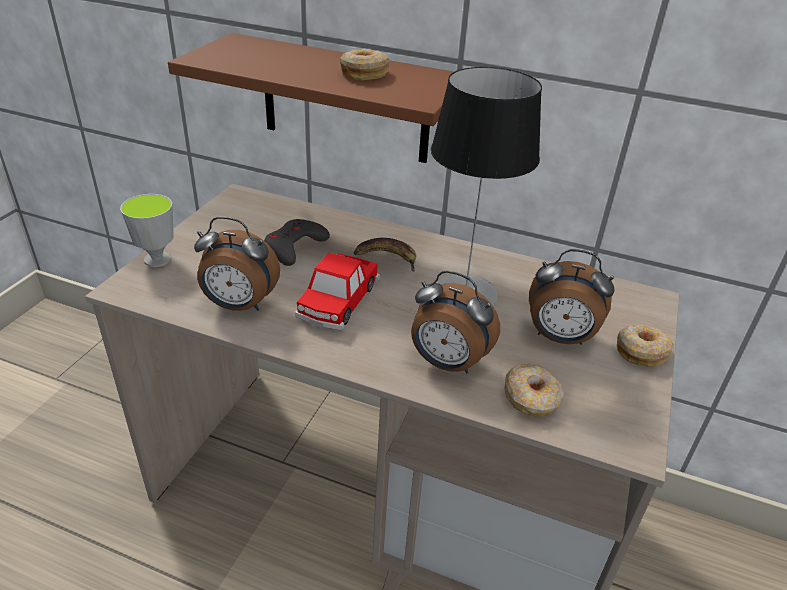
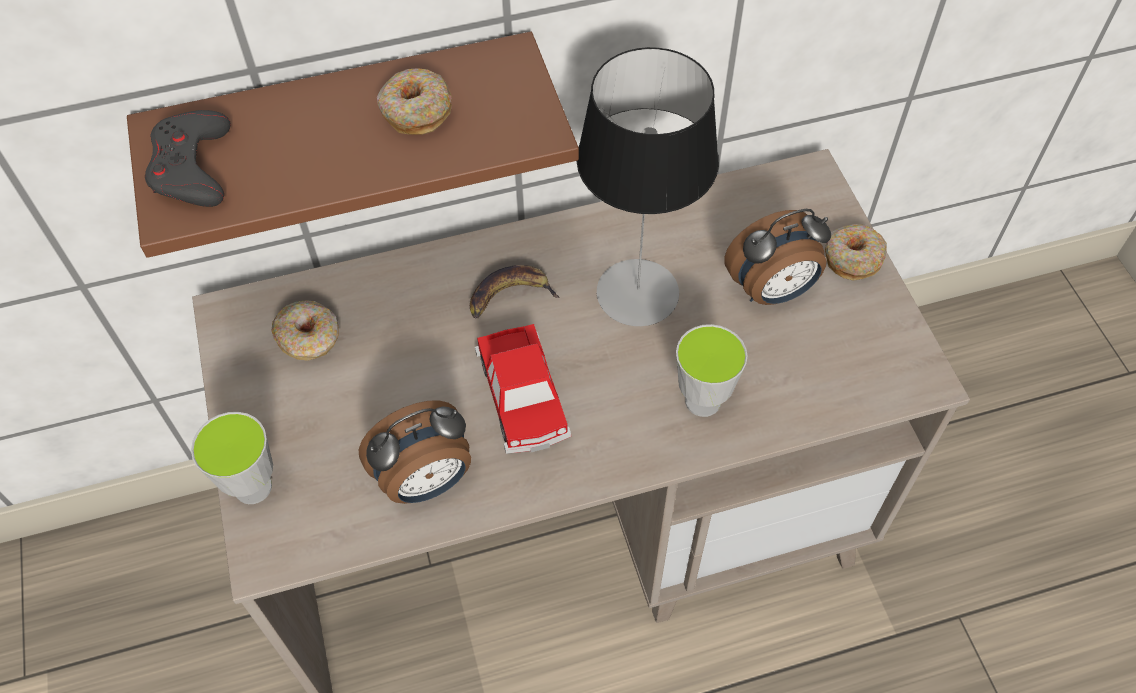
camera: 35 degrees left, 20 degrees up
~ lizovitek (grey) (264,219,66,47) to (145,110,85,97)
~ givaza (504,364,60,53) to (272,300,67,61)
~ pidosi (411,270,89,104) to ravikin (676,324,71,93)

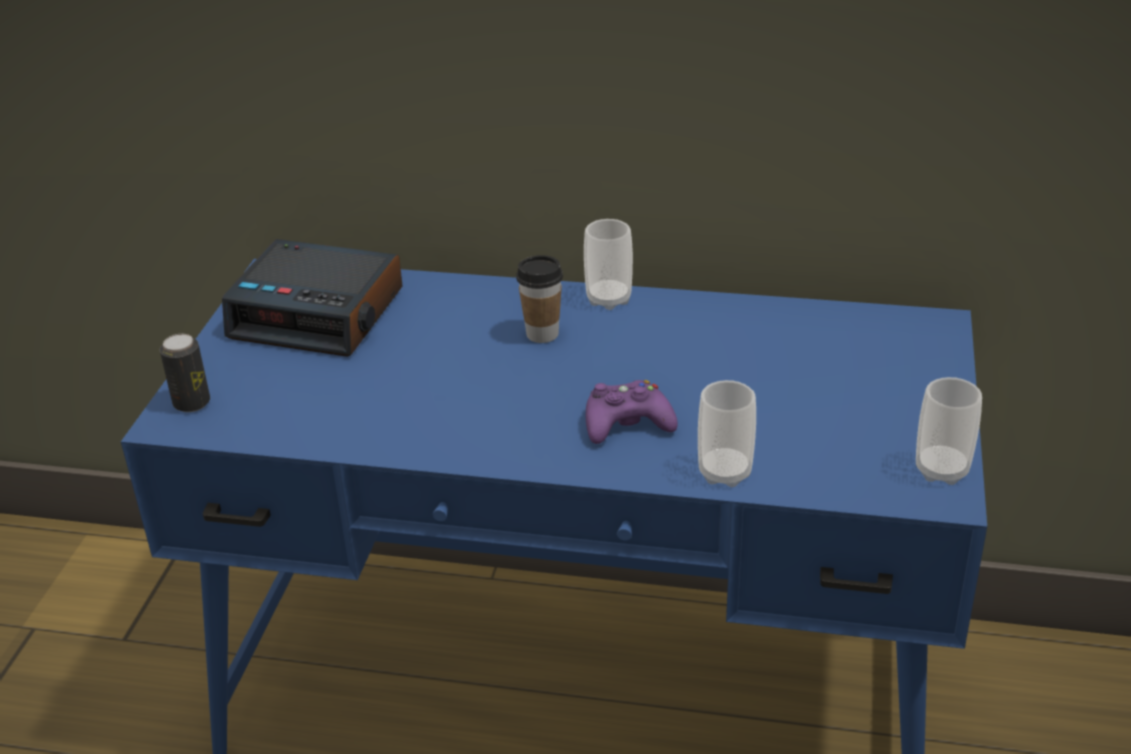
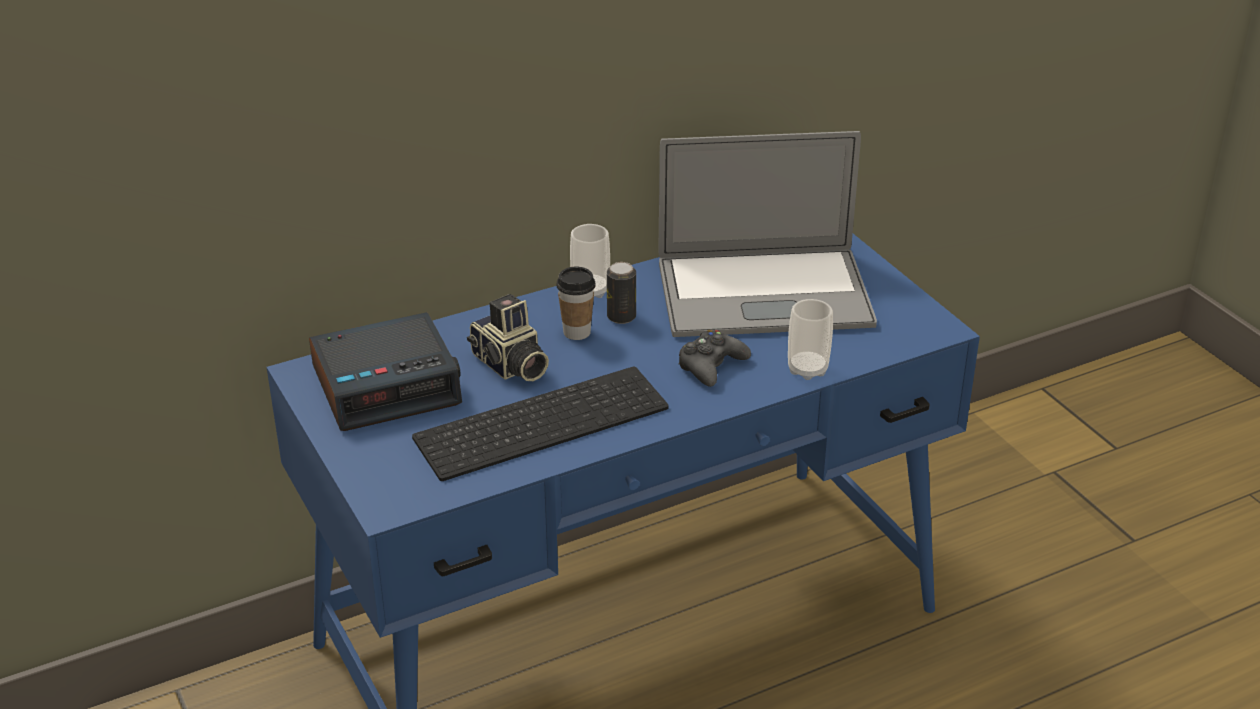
camera: 40 degrees left, 0 degrees up
- ravikin (916,377,66,108)
+ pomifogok (412,366,257,115)
+ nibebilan (467,294,82,87)
+ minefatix (658,131,219,206)
~ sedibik (160,334,50,78) to (607,262,29,62)
~ lizovitek (purple) (586,380,92,64) to lizovitek (black) (678,330,73,57)

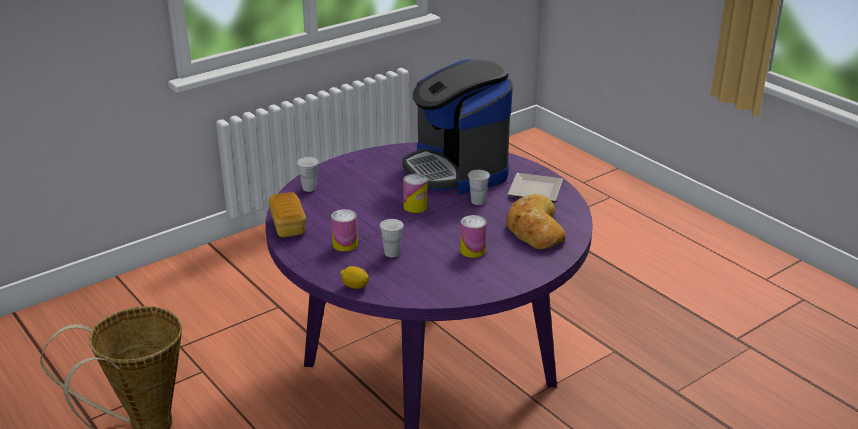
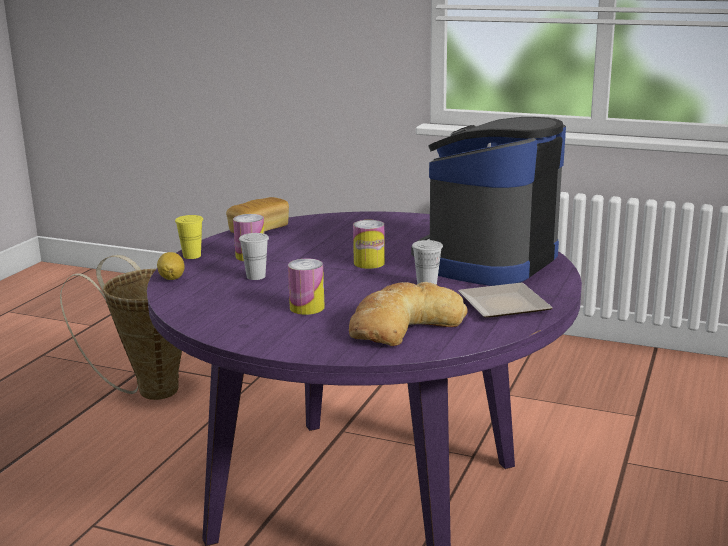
camera: 60 degrees right, 10 degrees down
- ravikin (white) (297,157,22,35)
+ ravikin (yellow) (175,215,28,44)

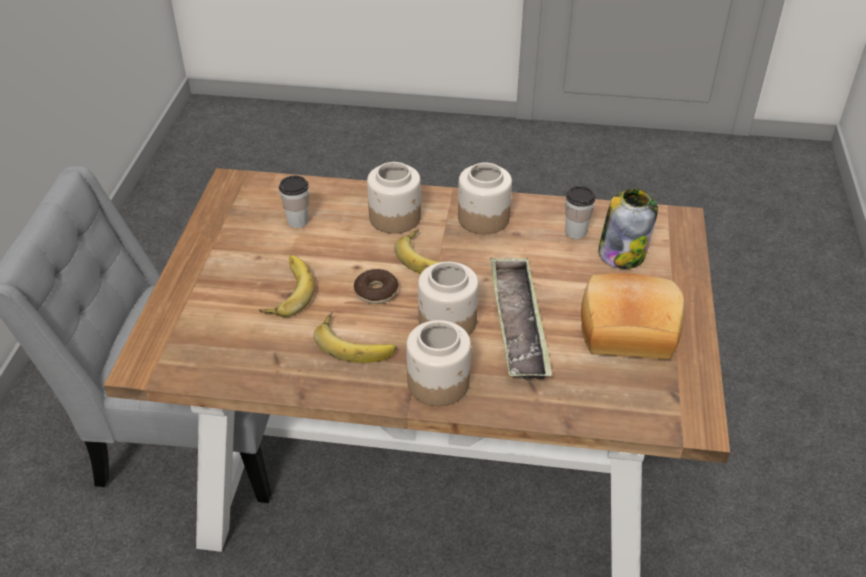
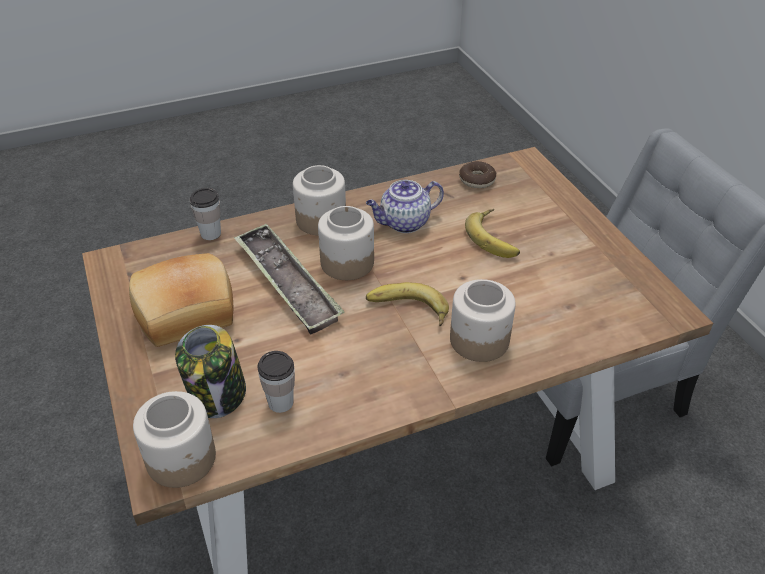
camera: 150 degrees right, 0 degrees up
~ ravikin (279,176,30,52) to (190,188,31,52)
~ givaza (354,269,44,35) to (459,161,38,27)
~ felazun (458,163,54,71) to (133,391,83,97)
~ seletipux (314,312,82,51) to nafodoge (366,180,78,53)

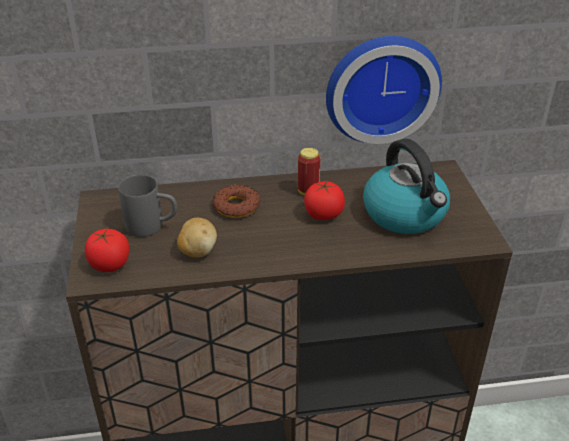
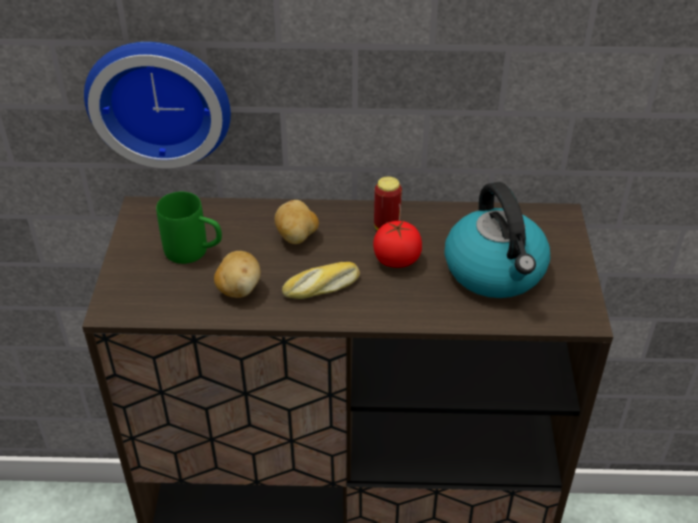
camera: 10 degrees right, 5 degrees up
- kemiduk (85,229,44,43)
+ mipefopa (282,262,78,37)
~ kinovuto (326,36,116,108) to (84,42,147,126)
~ givaza (212,185,48,33) to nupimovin (275,200,44,44)
~ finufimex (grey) (118,175,59,62) to finufimex (green) (156,192,66,72)

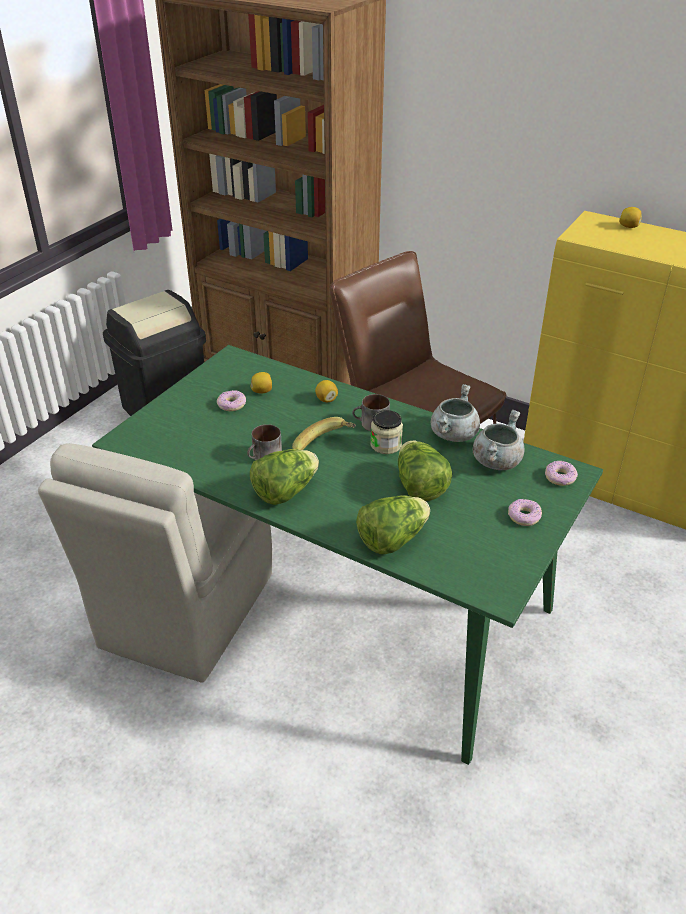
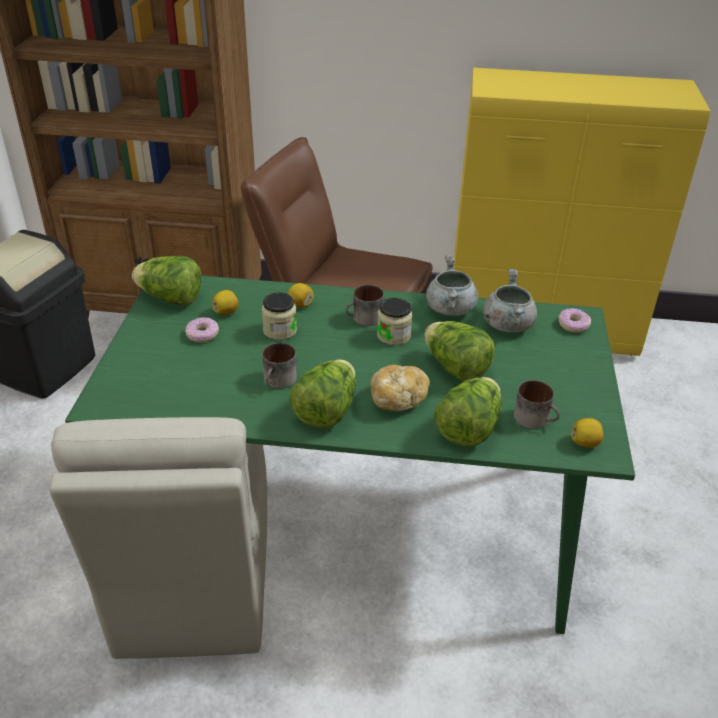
camera: 25 degrees left, 0 degrees up
- seletipux (292,417,64,33)
- givaza (508,499,34,27)
+ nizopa (132,256,69,50)
+ felazun (262,292,35,48)
+ mipefopa (371,365,59,46)
+ finufimex (514,380,46,49)
~ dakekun (619,207,23,21) to (571,418,32,30)

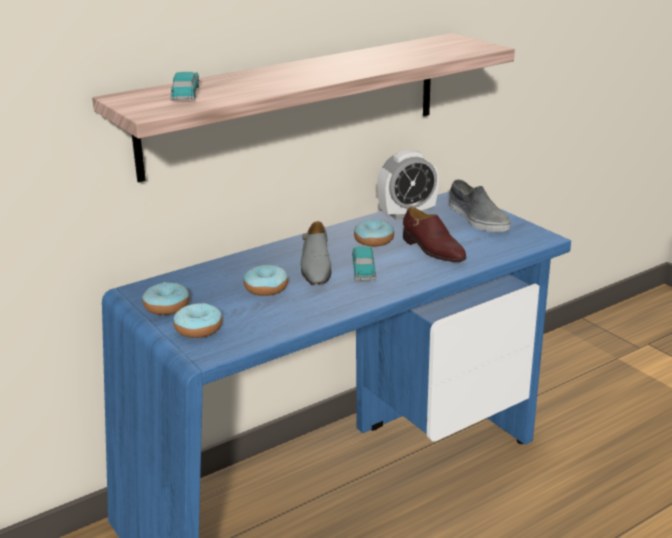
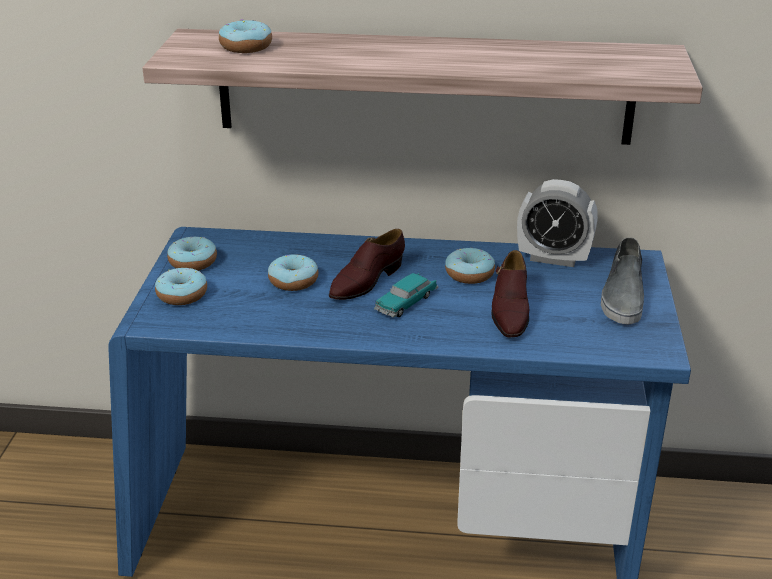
camera: 40 degrees right, 5 degrees up
~ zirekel (170,72,30,28) to givaza (219,20,53,33)
~ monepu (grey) (301,221,31,65) to monepu (brown) (329,229,76,71)

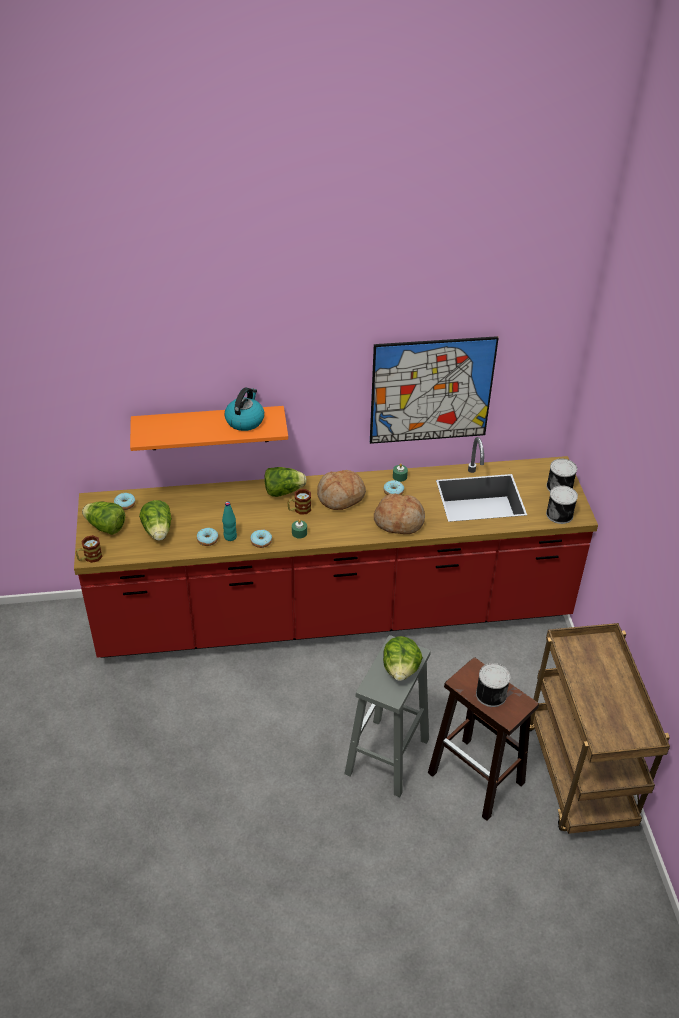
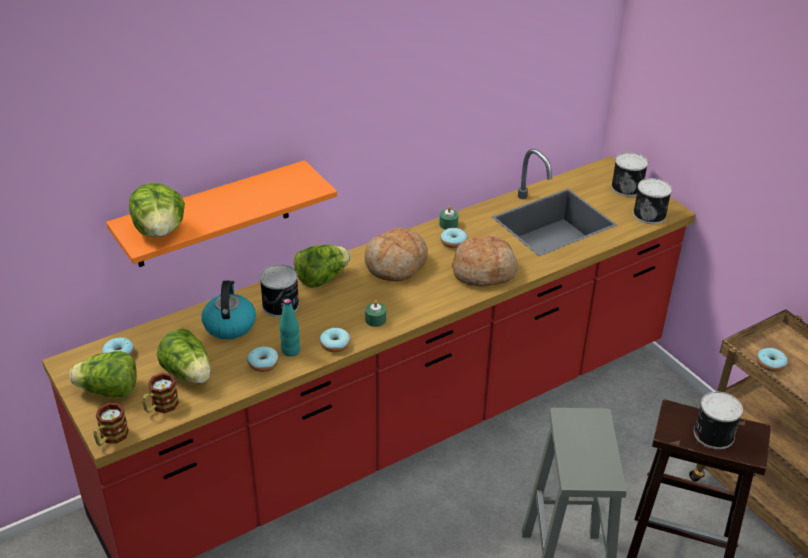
camera: 25 degrees left, 5 degrees down
- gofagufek (370,336,129,108)
+ sedibik (260,265,39,52)
+ givaza (757,348,30,24)
~ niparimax (225,387,39,44) to (201,280,55,59)
~ finufimex (287,489,24,26) to (142,373,37,40)
~ nizopa (383,636,40,45) to (129,183,56,54)

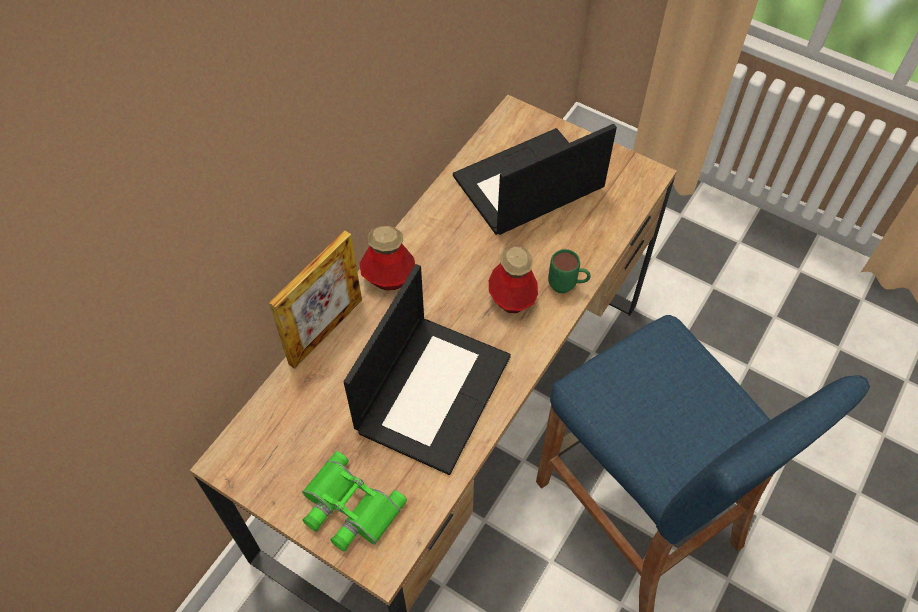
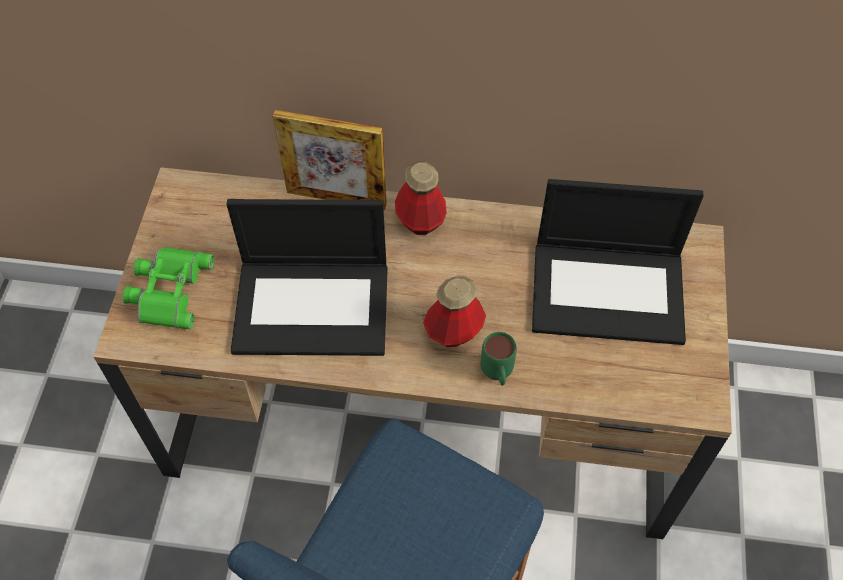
camera: 65 degrees right, 0 degrees up
~ minefatix (453,124,164,111) = (532,179,172,166) 150 degrees clockwise

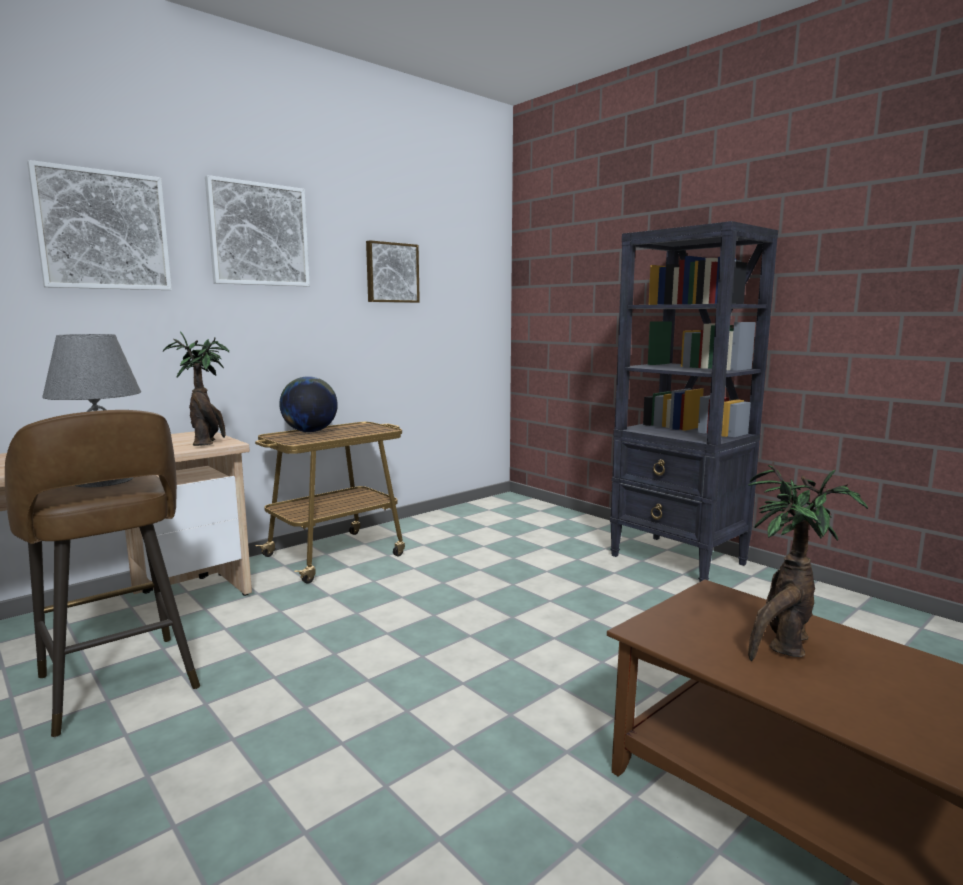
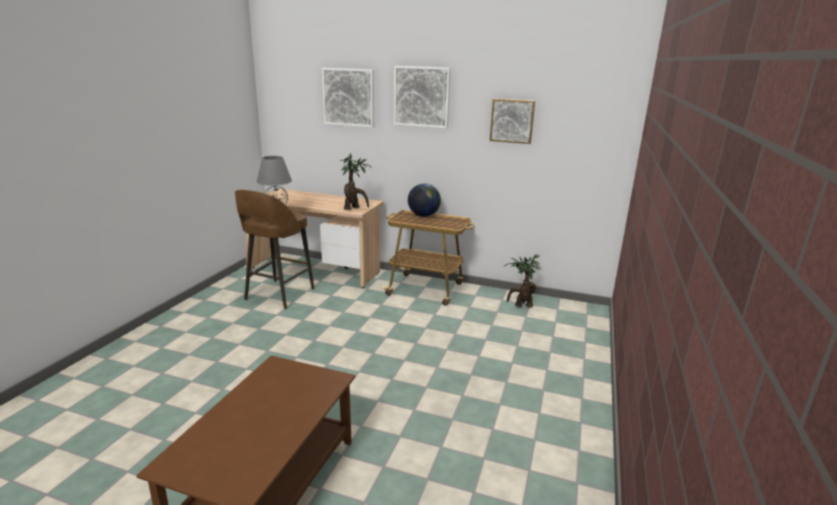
camera: 60 degrees right, 10 degrees up
- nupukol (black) (610,221,168,361)
~ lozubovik (748,461,120,200) to (503,254,38,54)

